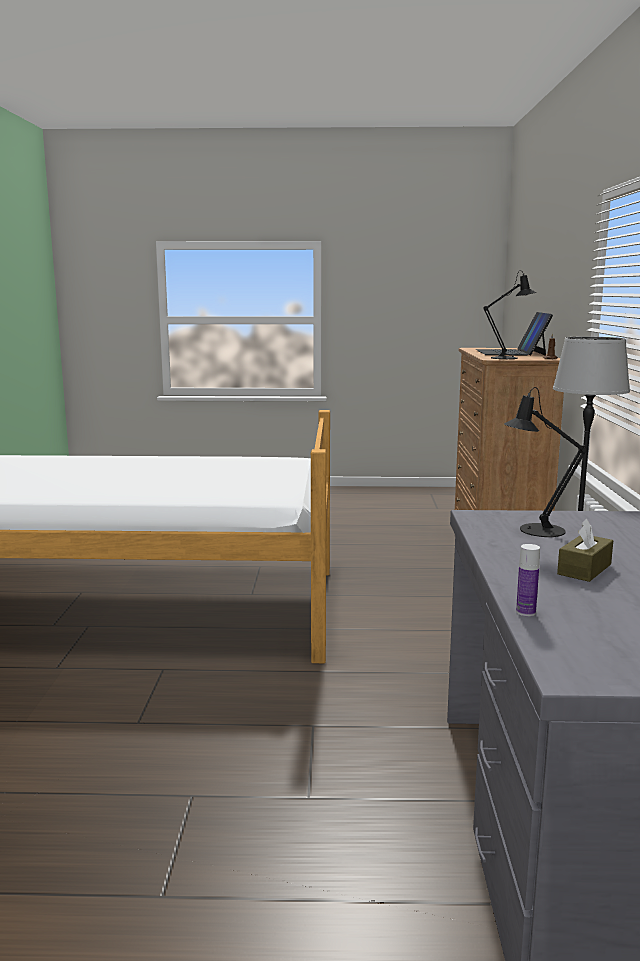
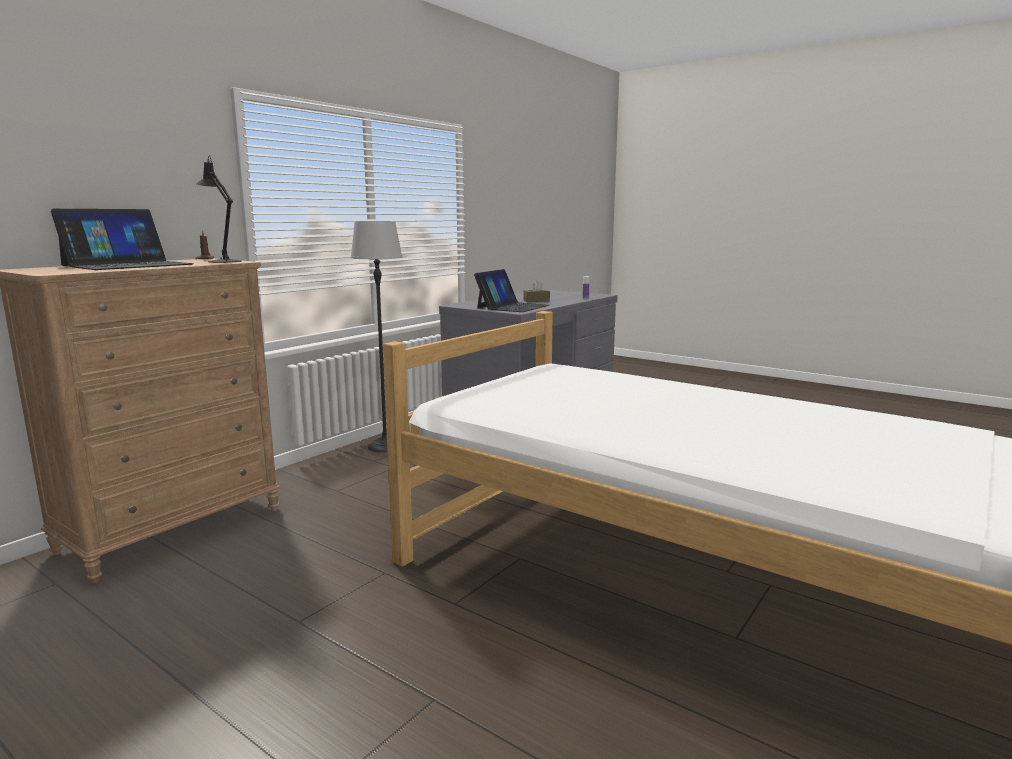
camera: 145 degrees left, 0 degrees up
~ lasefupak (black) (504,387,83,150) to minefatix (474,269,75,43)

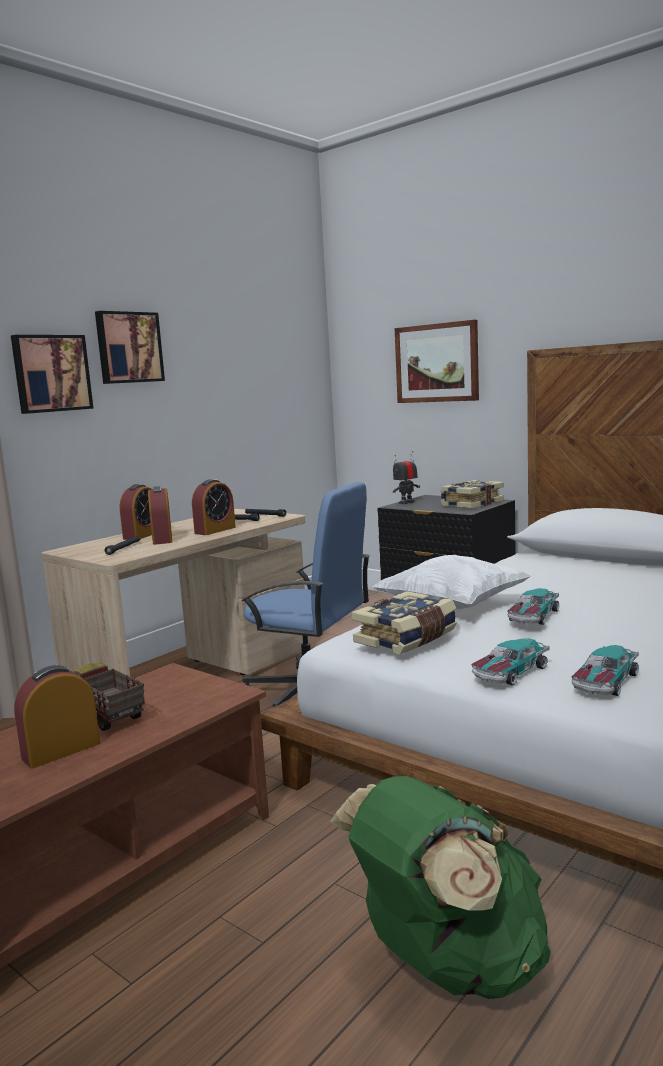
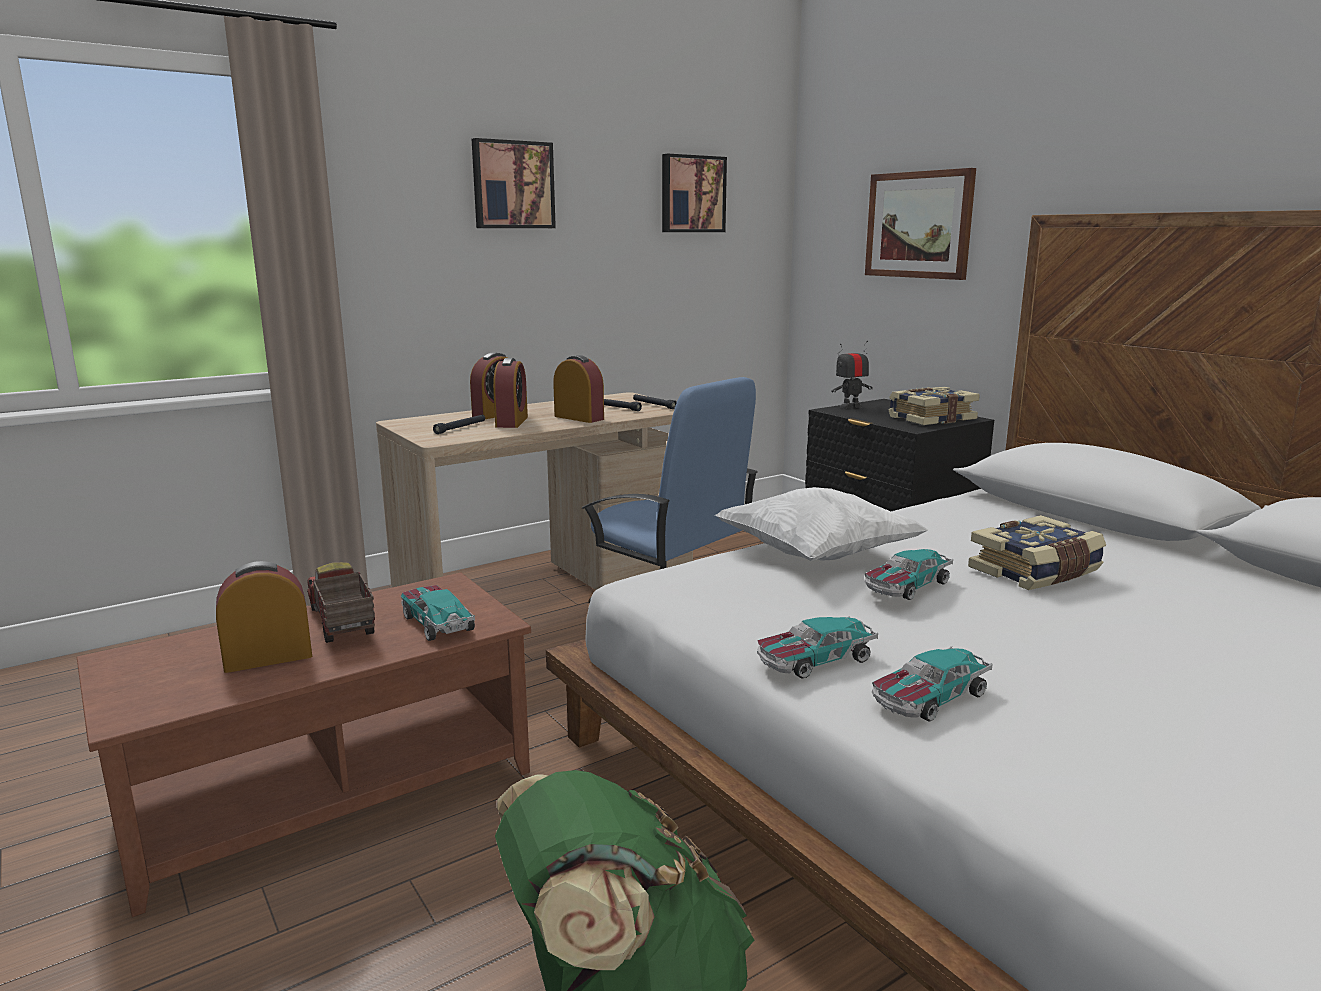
camera: 15 degrees right, 5 degrees up
+ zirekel (401,585,74,56)
~ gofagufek (11,335,83,79) to (662,154,65,78)
~ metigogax (352,591,105,63) to (968,515,138,75)
~ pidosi (192,479,44,56) = (553,355,51,68) 105 degrees counterclockwise

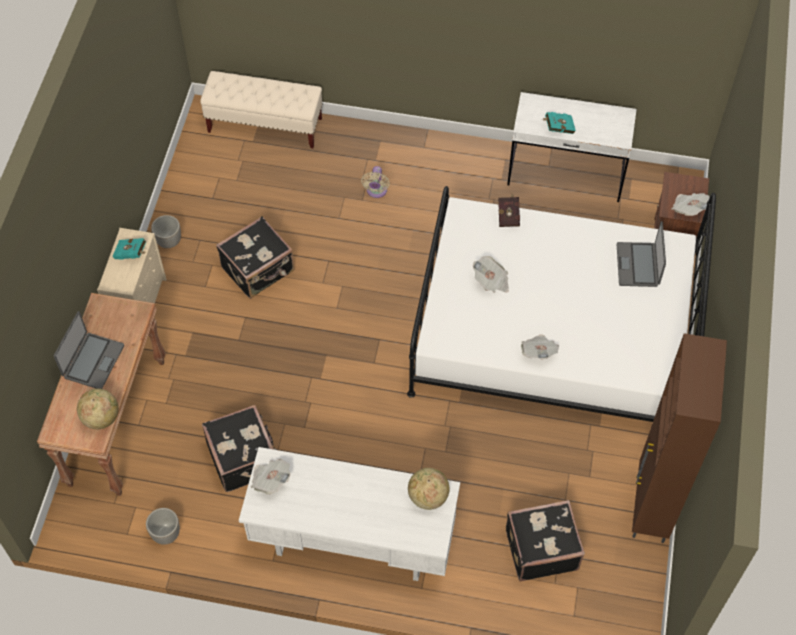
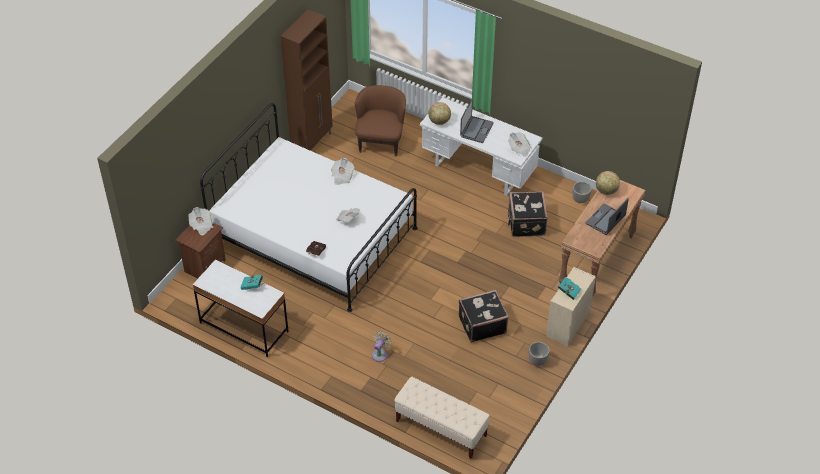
camera: 160 degrees left, 10 degrees down
~ minefatix (617,221,49,66) to (460,99,34,44)
~ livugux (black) (506,500,79,81) to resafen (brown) (355,85,51,72)

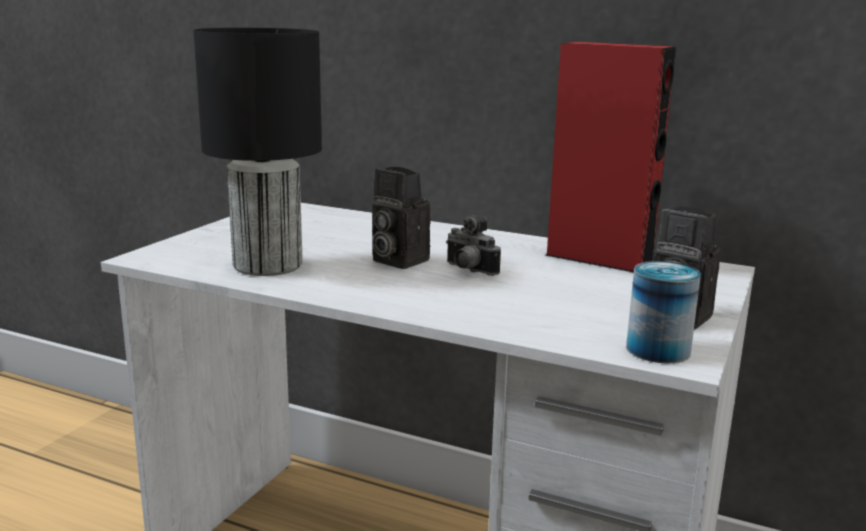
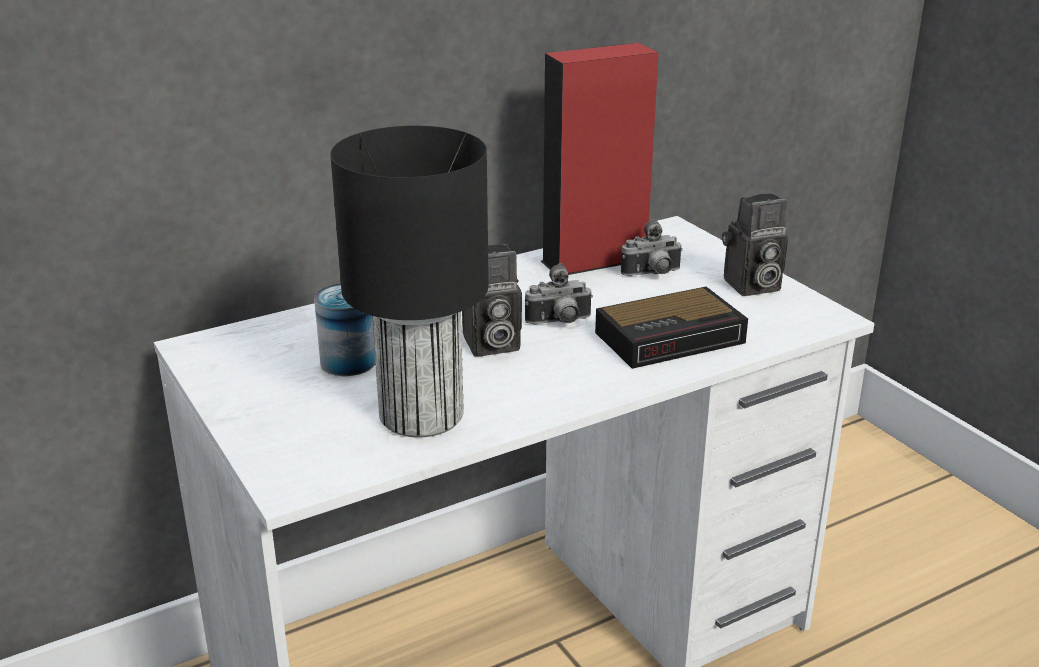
camera: 55 degrees left, 10 degrees up
+ pidosi (595,287,153,82)
+ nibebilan (621,219,62,57)
~ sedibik (626,261,75,102) to (314,284,62,92)

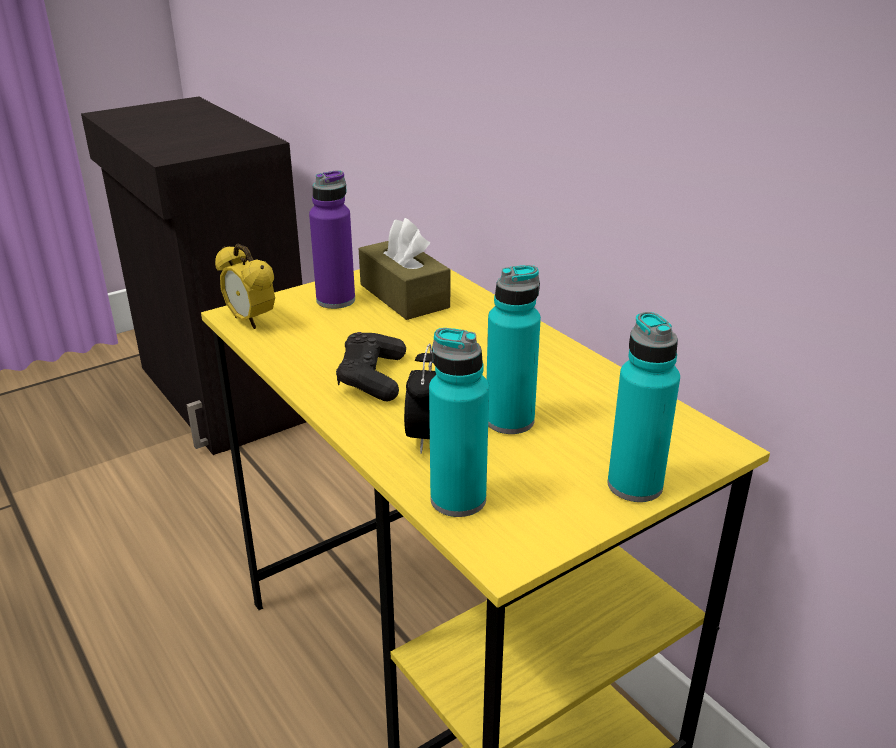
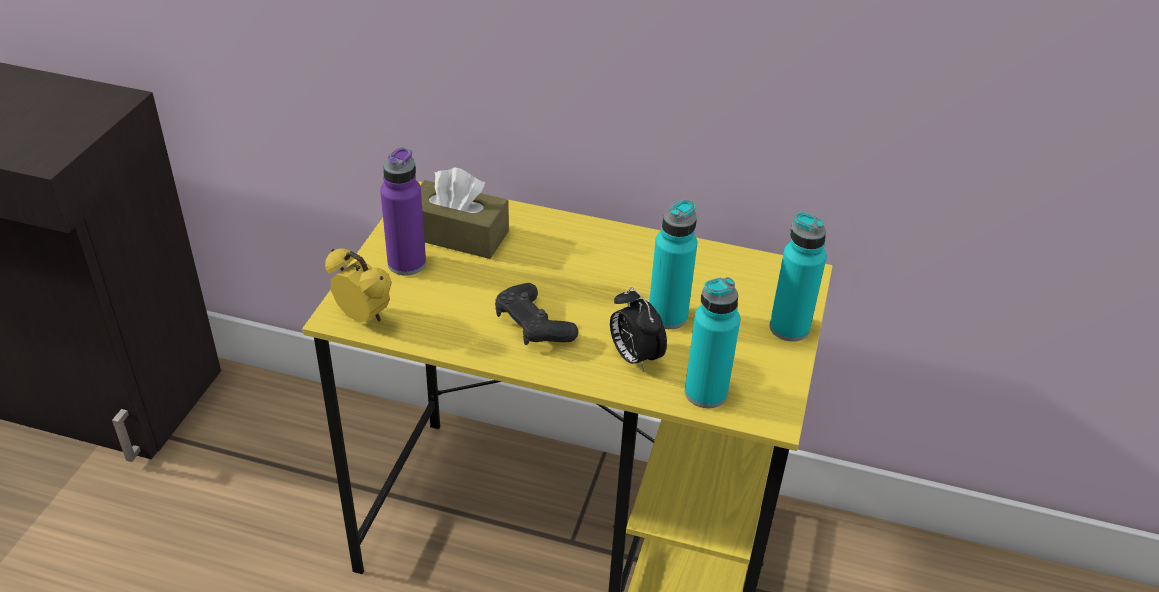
camera: 40 degrees left, 10 degrees up
~ pidosi (215,244,60,85) = (325,249,67,73) 150 degrees counterclockwise

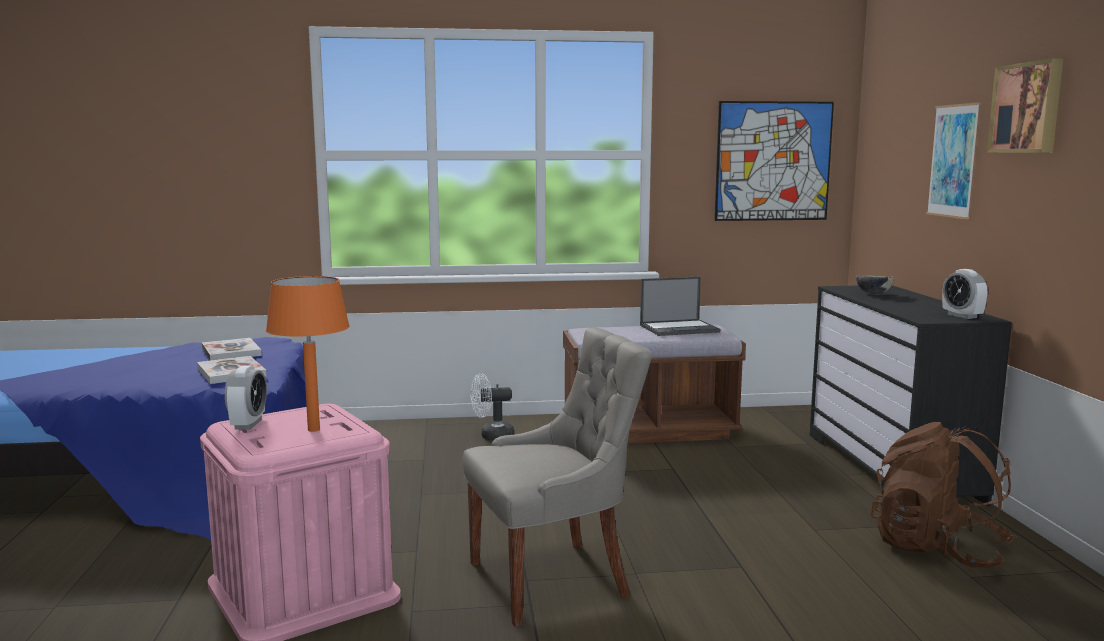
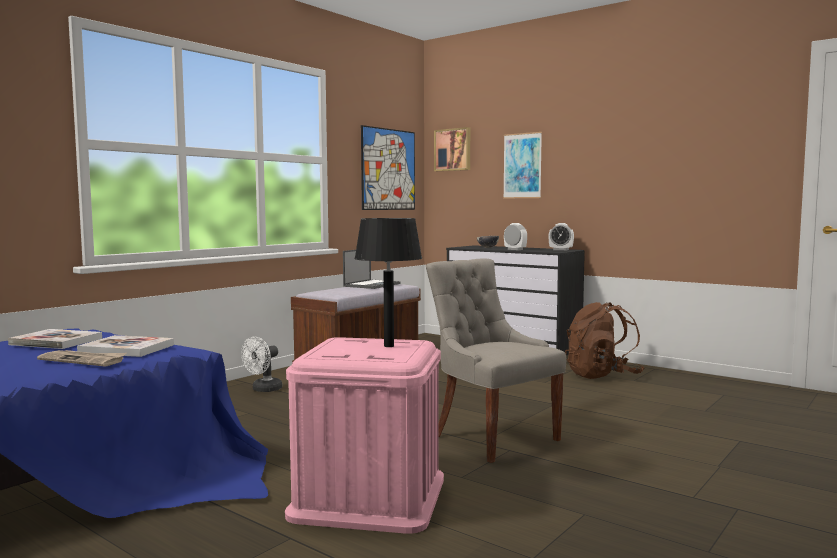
camera: 45 degrees left, 5 degrees down
+ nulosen (37,350,89,17)
~ pidosi (225,366,42,64) to (504,223,23,27)
~ gofagufek (987,58,76,95) to (434,127,36,44)
~ lasefupak (orange) (266,276,84,156) to lasefupak (black) (354,218,68,129)
~ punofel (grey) (462,327,190,300) = (426,258,140,205) 60 degrees counterclockwise

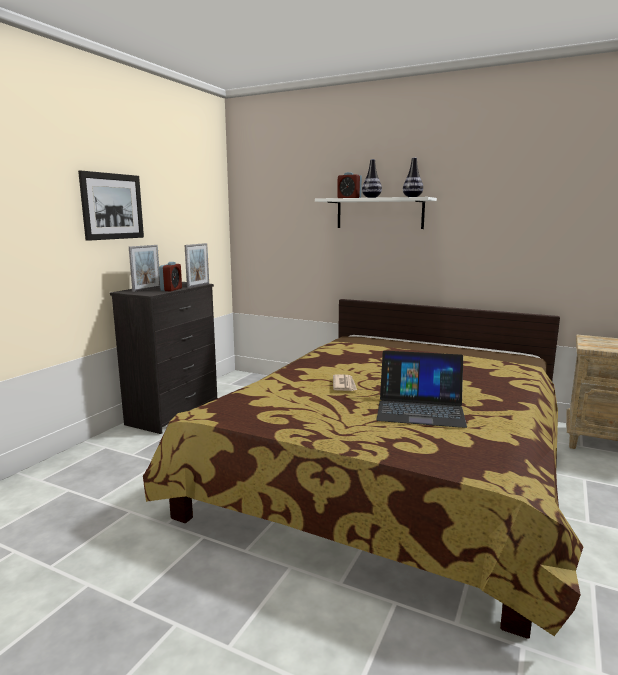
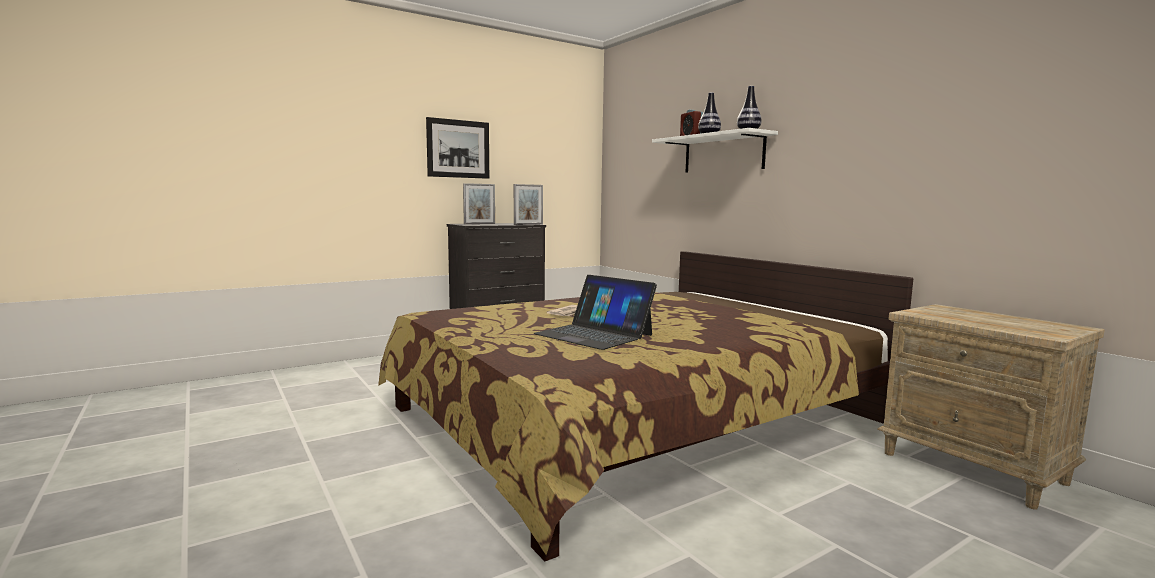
camera: 30 degrees right, 5 degrees down
- pidosi (159,262,23,29)

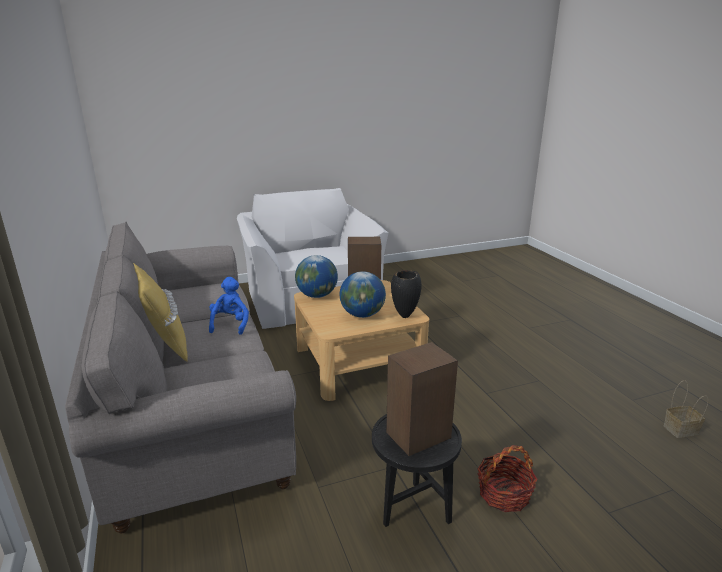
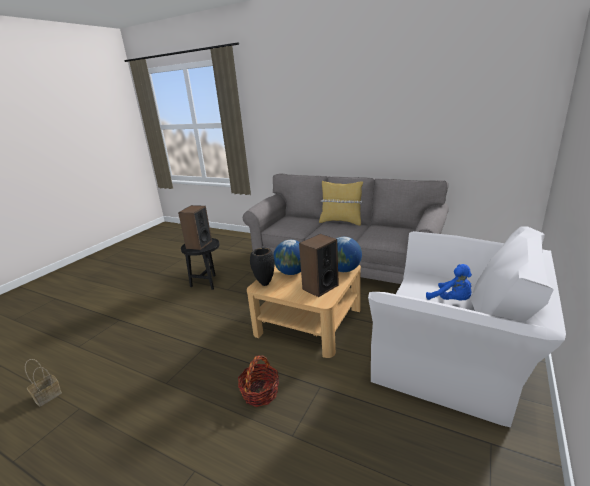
camera: 140 degrees right, 0 degrees up
~ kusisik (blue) (209,277,40,58) to (426,264,46,36)
~ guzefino (478,445,60,67) to (238,355,41,52)

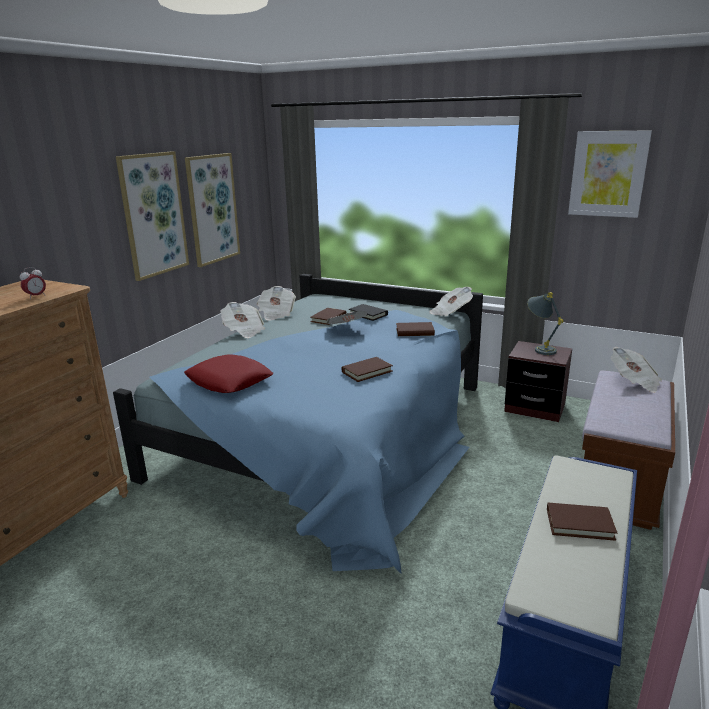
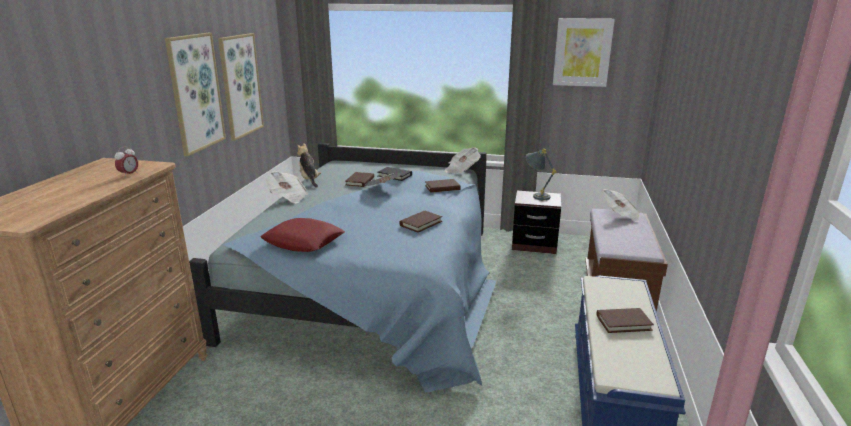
camera: 15 degrees left, 0 degrees up
~ nulosen (257,286,39,34) to kusisik (297,143,24,45)

